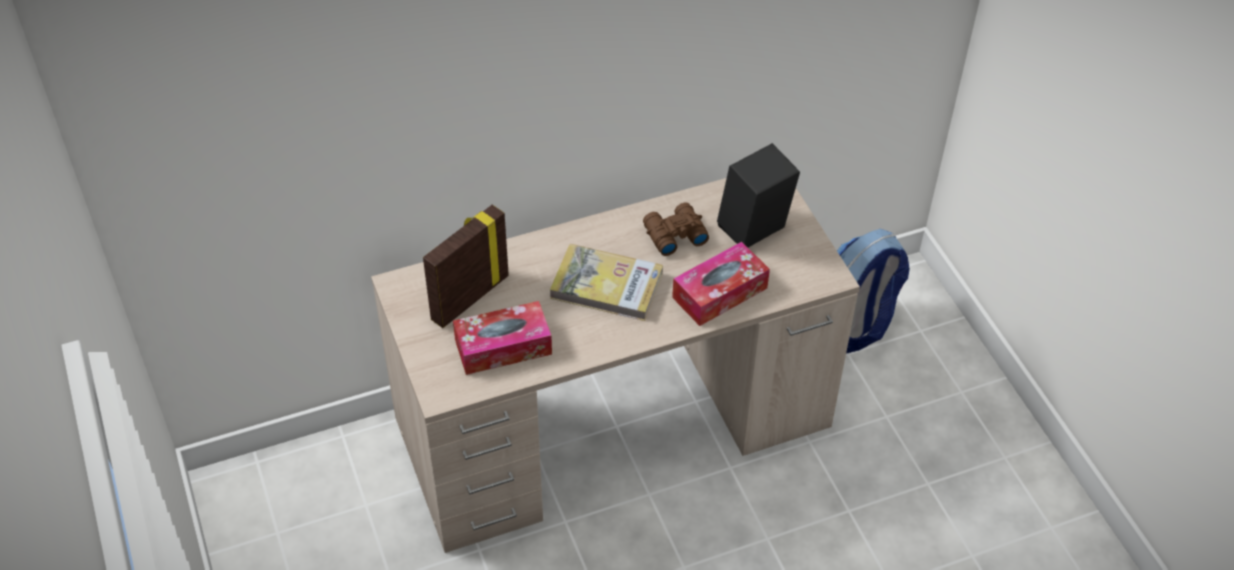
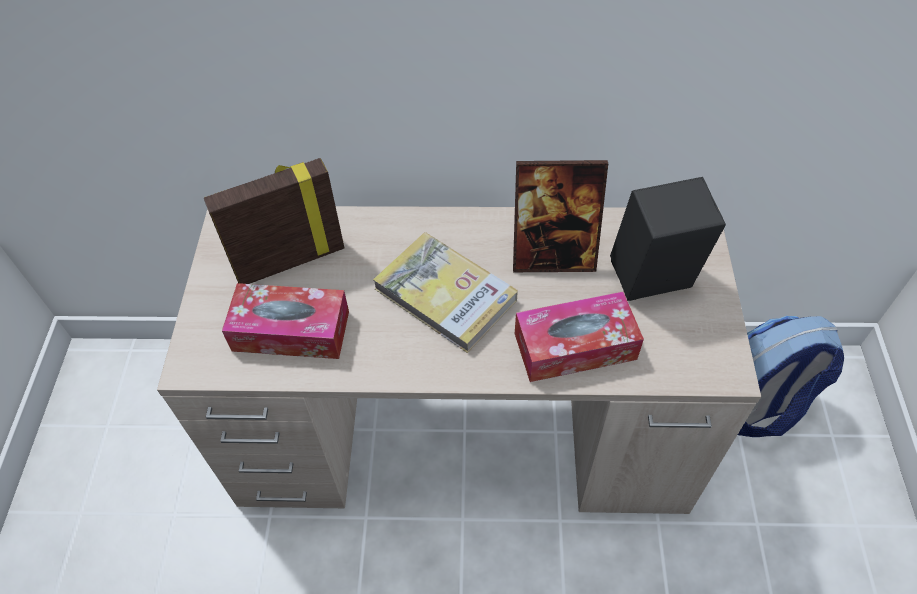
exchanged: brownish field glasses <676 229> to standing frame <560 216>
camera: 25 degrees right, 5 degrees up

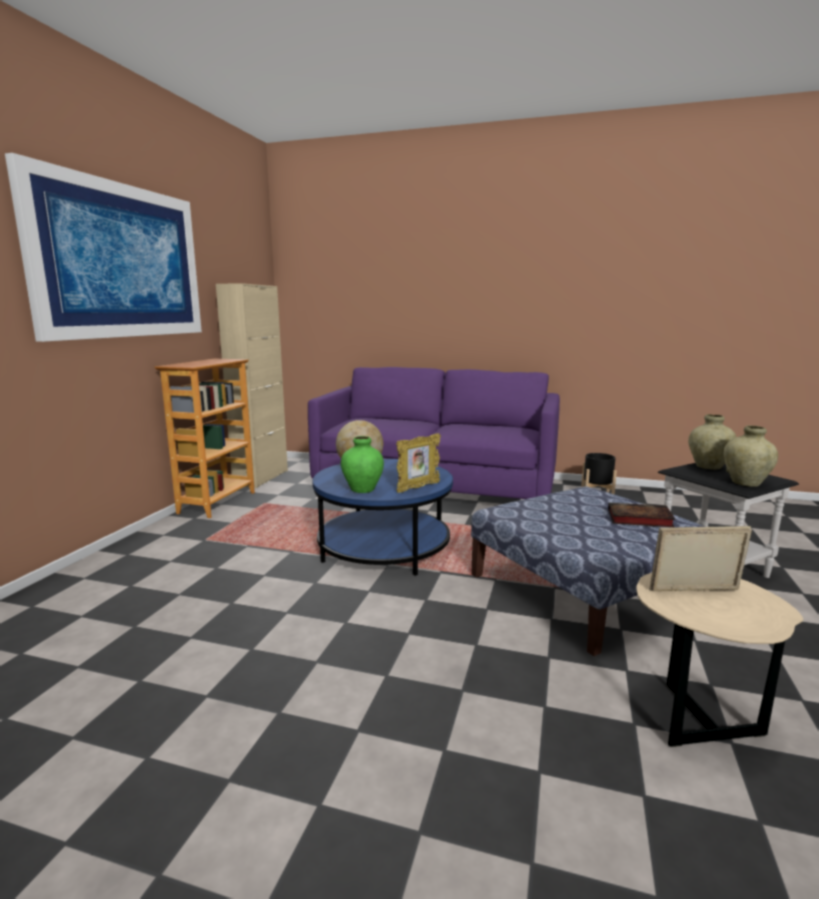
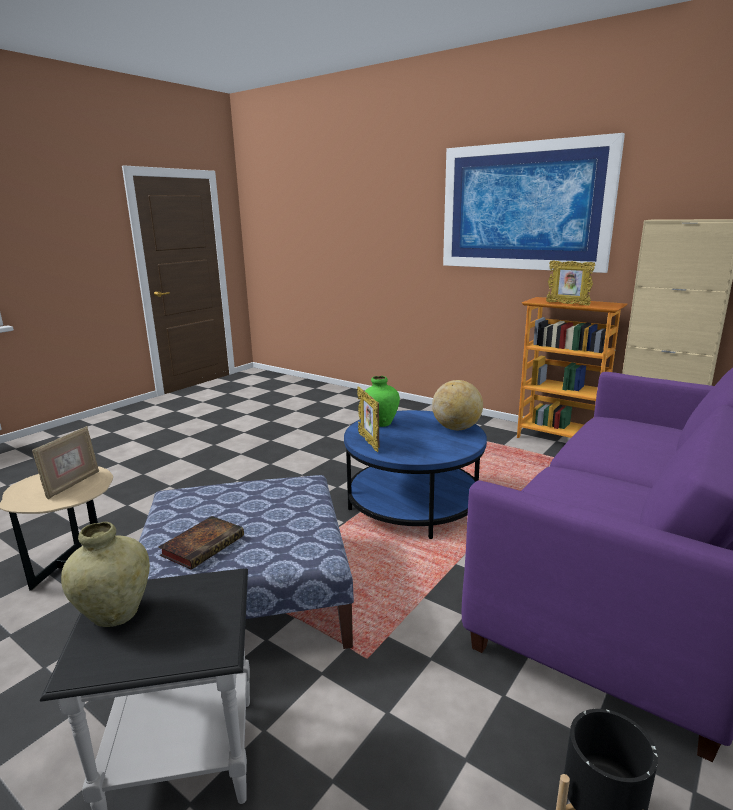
missing: sand-coloured vase <712 442>
appeared: standing frame <570 283>
camera: 110 degrees right, 5 degrees up

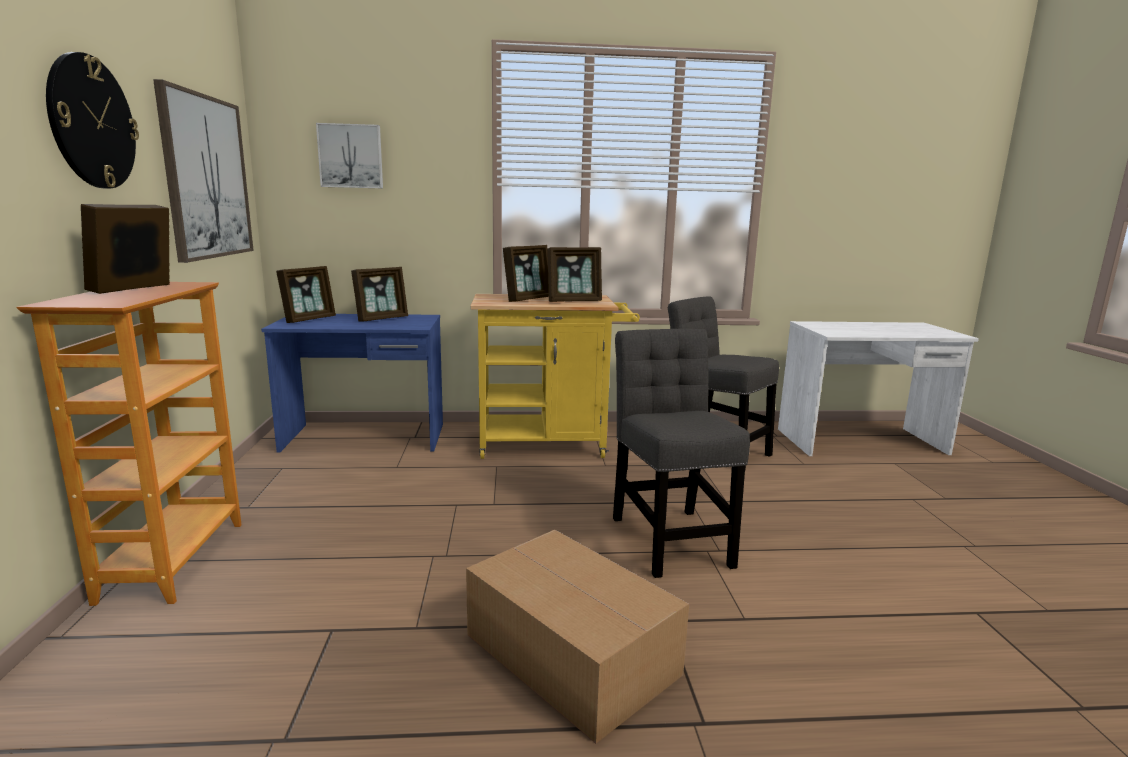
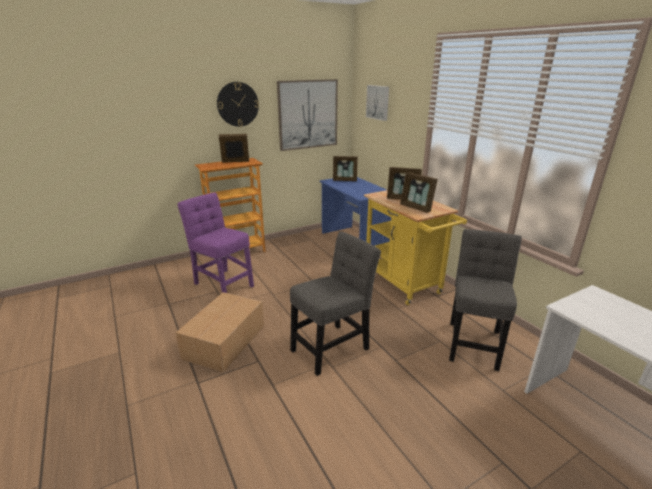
missing: standing frame <379 294>
appeared: purplish upright chair <216 242>
camera: 65 degrees right, 10 degrees up

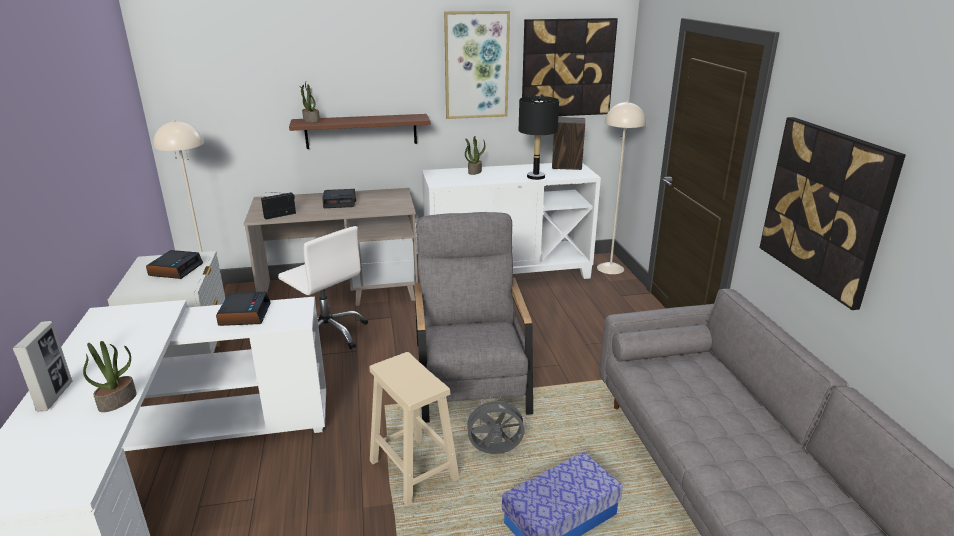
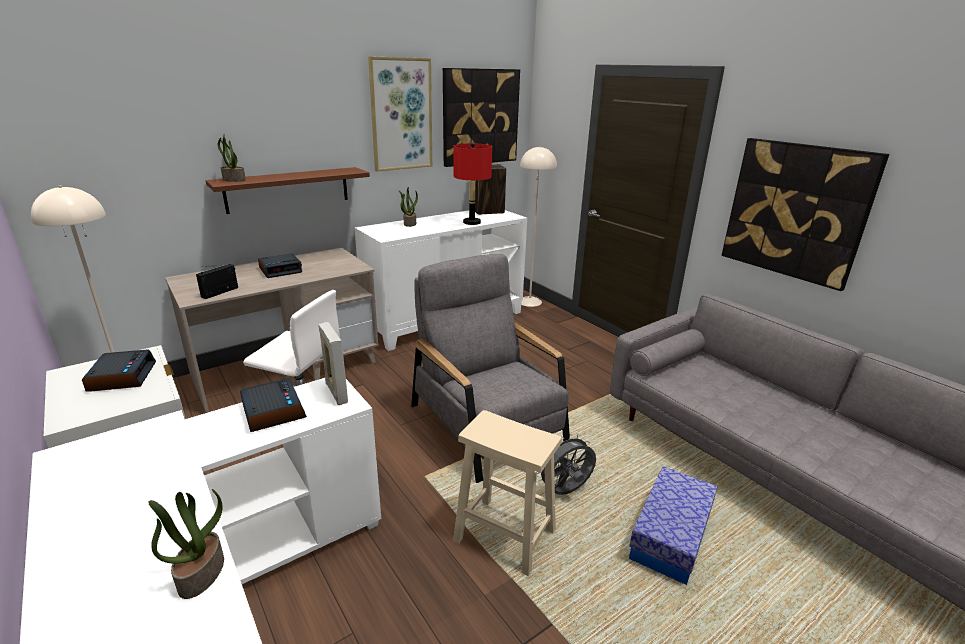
relocated: standing frame <42 366> to <333 363>
colour: black tabletop lamp <539 138> to red-coloured tabletop lamp <473 184>
camera: 25 degrees left, 0 degrees up

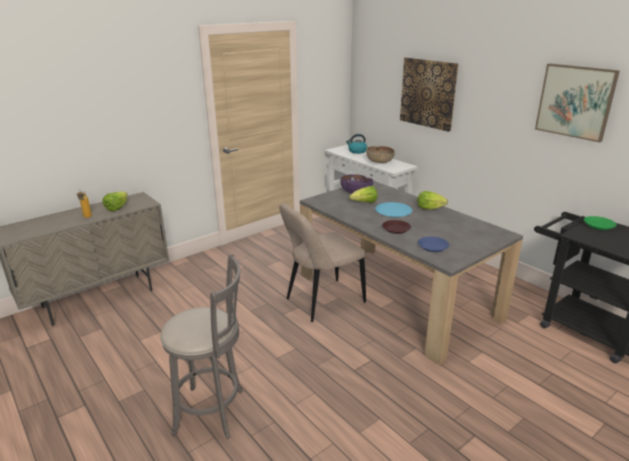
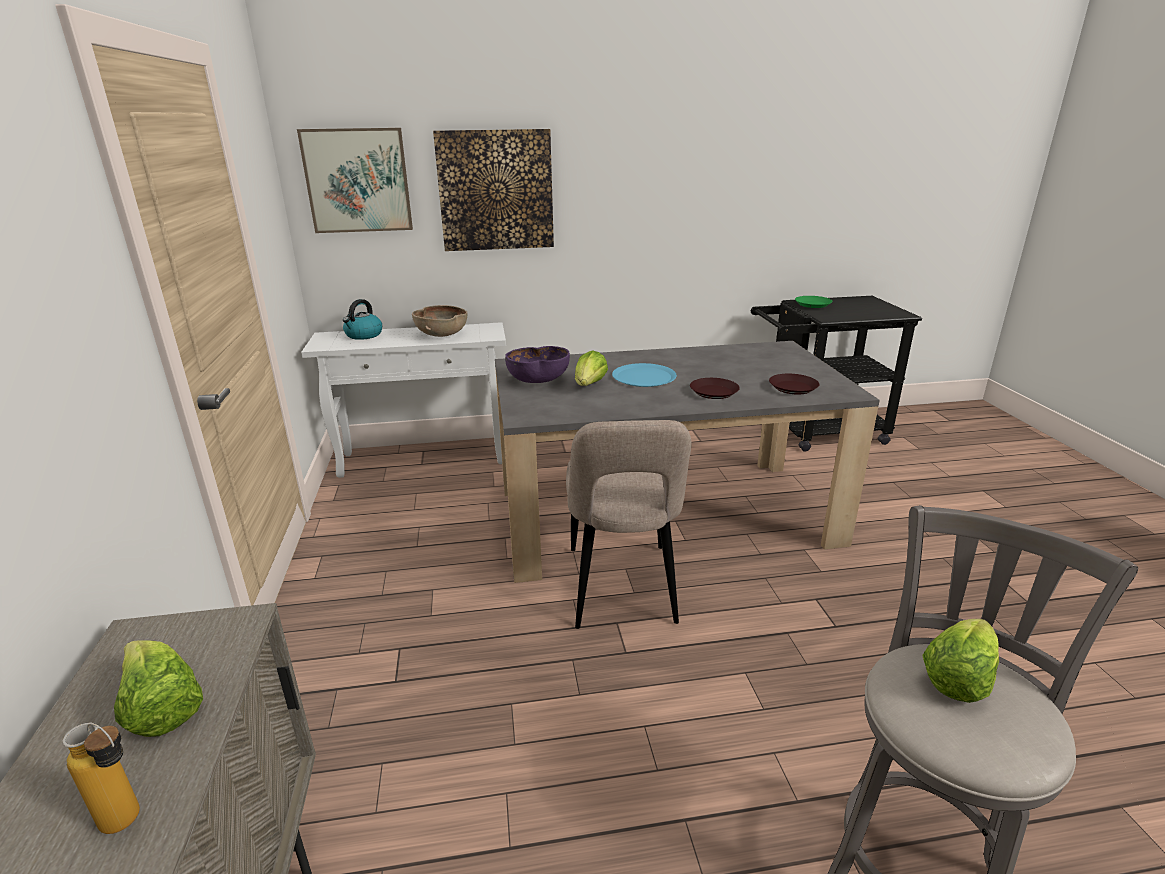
relocated: lettuce head <432 200> to <960 661>; wall art <577 103> to <355 180>
colour: blue plate <433 244> to brownish plate <794 384>
camera: 60 degrees left, 0 degrees up

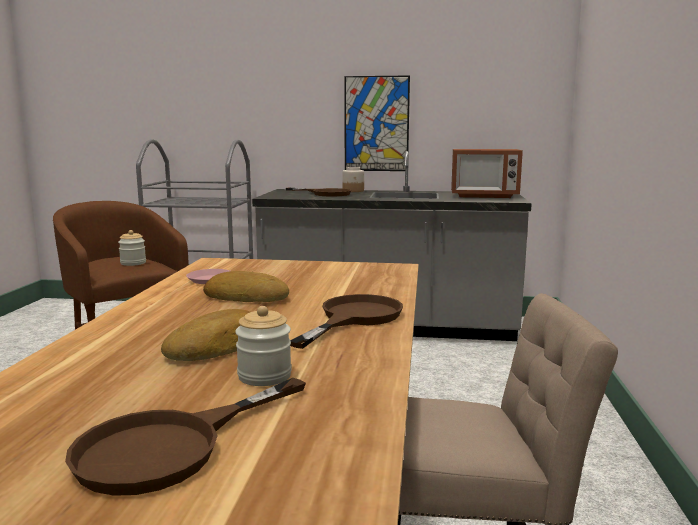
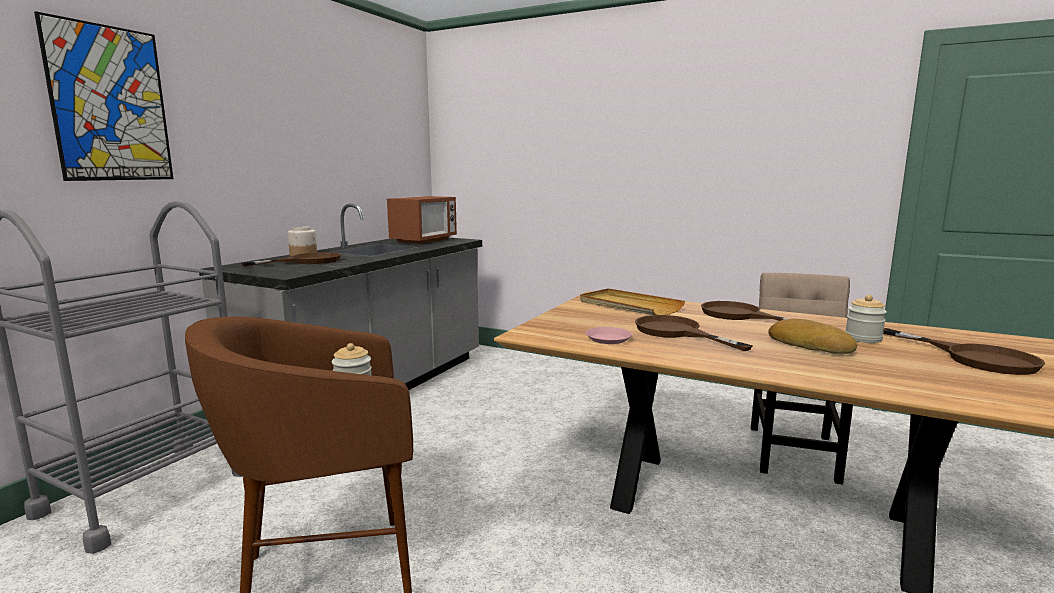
appeared: sand-coloured tray <632 301>
relocated: wall art <377 123> to <103 96>
exchanged: bread <246 286> to brownish frying pan <694 333>
camera: 70 degrees left, 0 degrees up

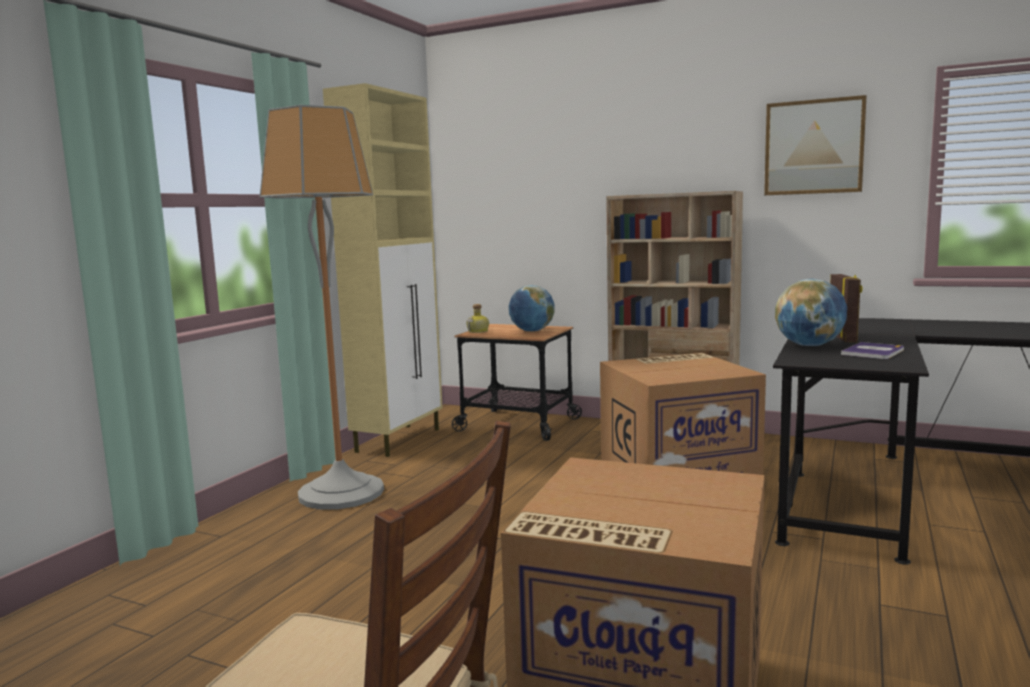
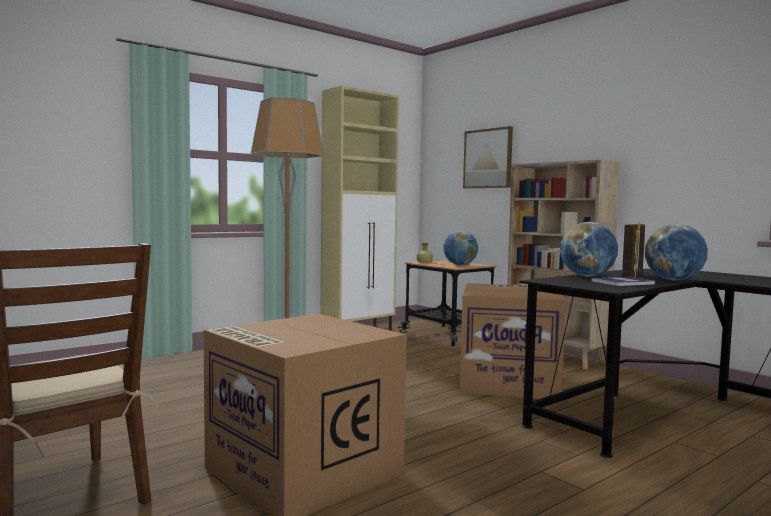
appeared: desk globe <676 252>
relocated: wall art <815 145> to <488 157>
camera: 25 degrees right, 5 degrees down

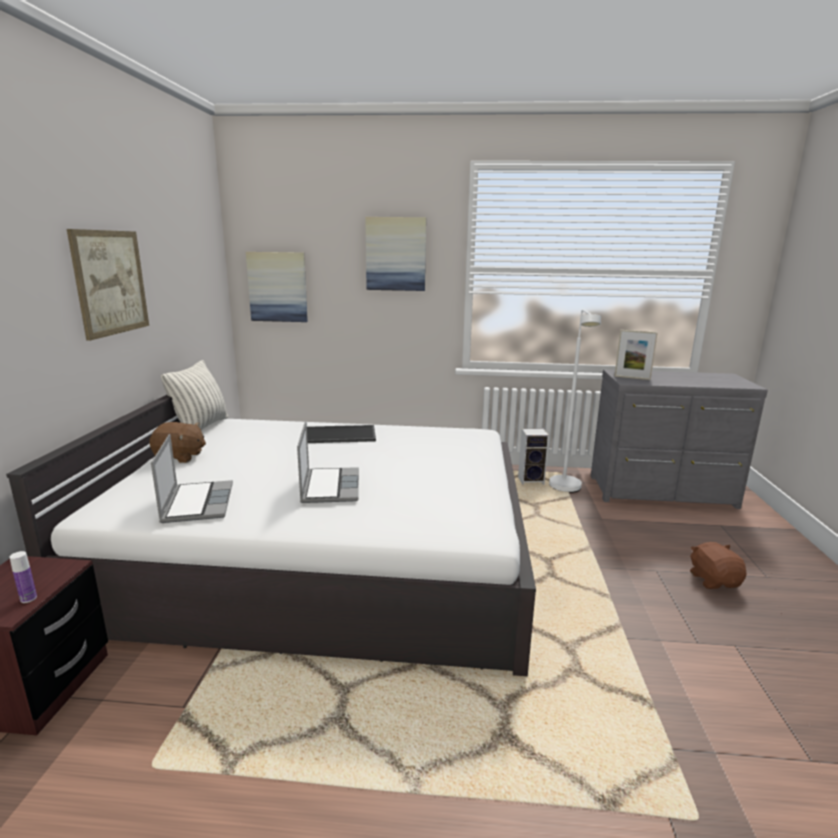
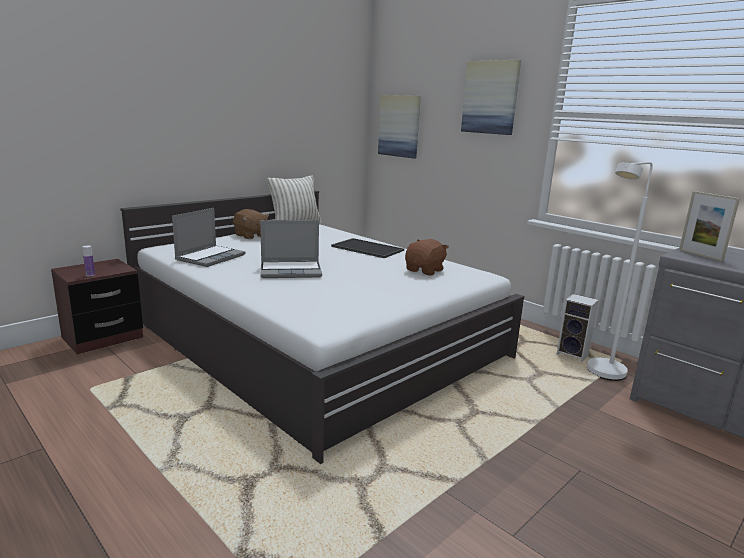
missing: wall art <108 285>
relocated: brownish plush toy <718 565> to <427 257>
spun: portable computer <328 462> = <291 249> 45 degrees clockwise
camera: 40 degrees right, 0 degrees up

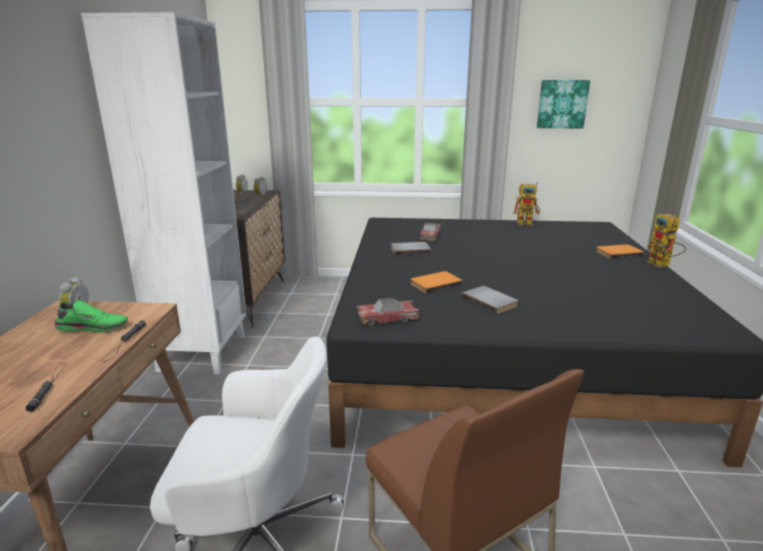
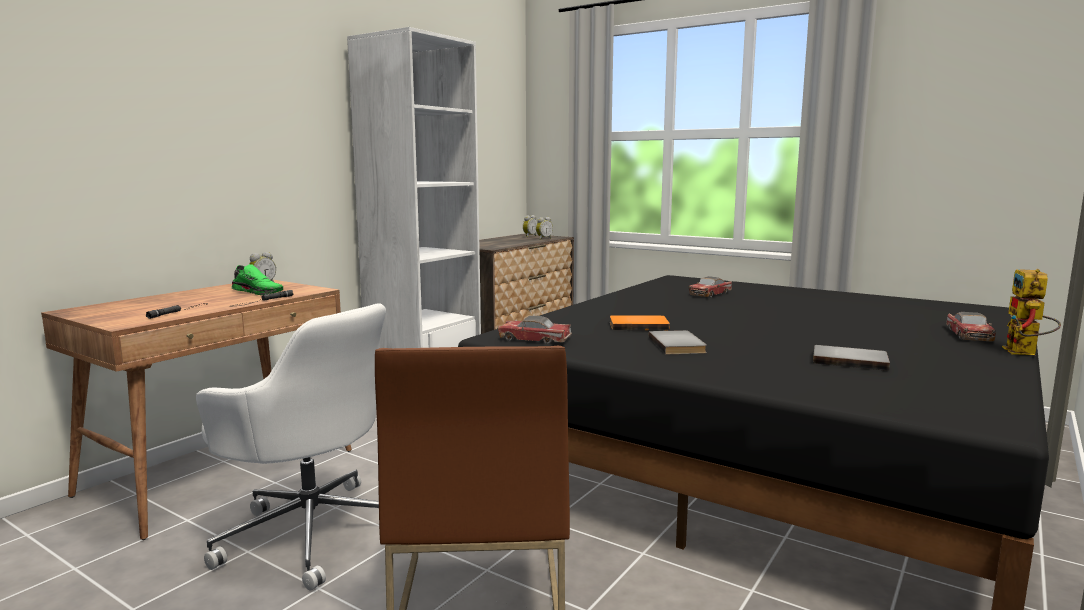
missing: toy robot <526 203>; wall art <563 104>
relocated: greyish bound book <411 248> to <851 358>
exchanged: orange bound book <620 251> to miniature car <971 326>
camera: 30 degrees right, 10 degrees down

